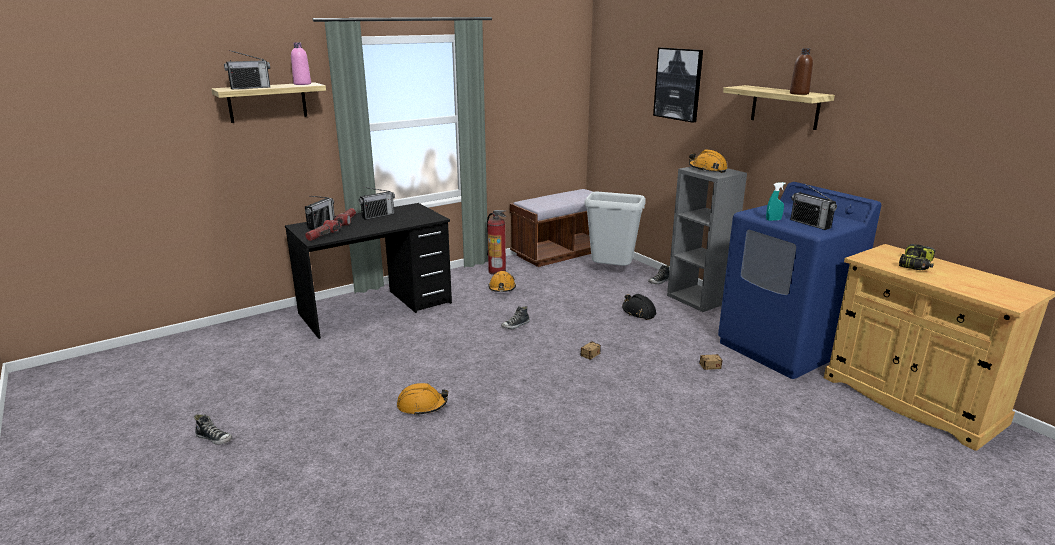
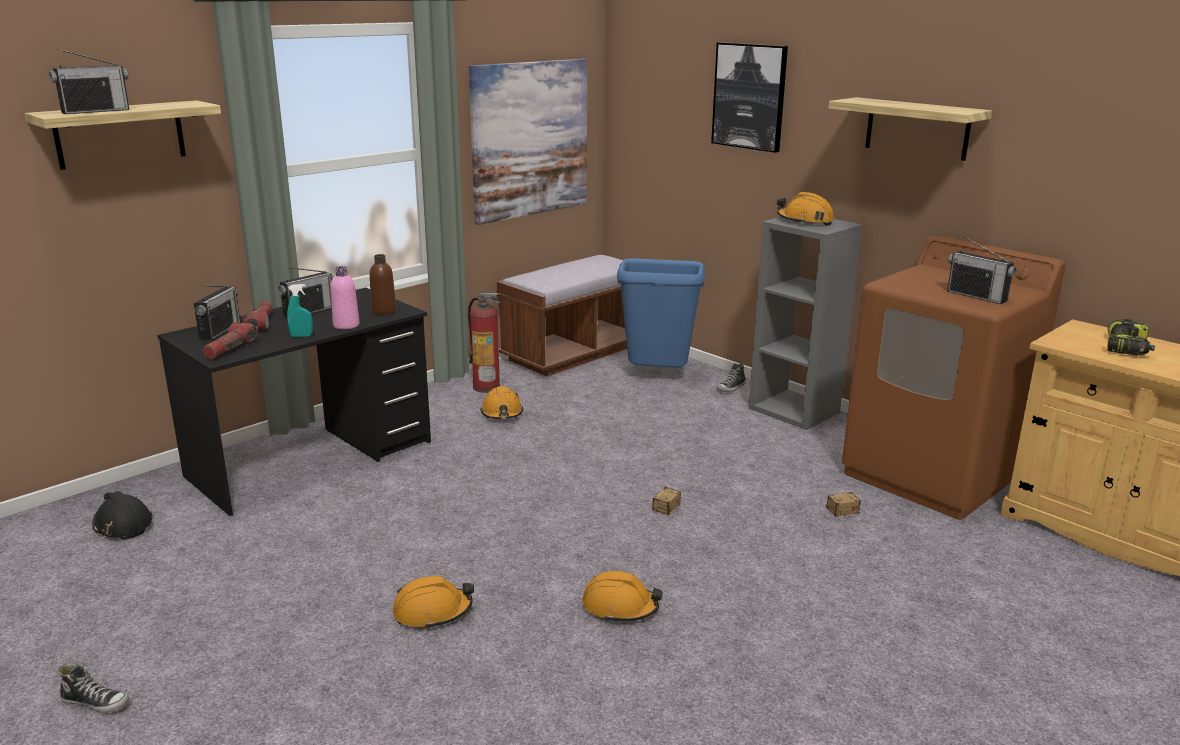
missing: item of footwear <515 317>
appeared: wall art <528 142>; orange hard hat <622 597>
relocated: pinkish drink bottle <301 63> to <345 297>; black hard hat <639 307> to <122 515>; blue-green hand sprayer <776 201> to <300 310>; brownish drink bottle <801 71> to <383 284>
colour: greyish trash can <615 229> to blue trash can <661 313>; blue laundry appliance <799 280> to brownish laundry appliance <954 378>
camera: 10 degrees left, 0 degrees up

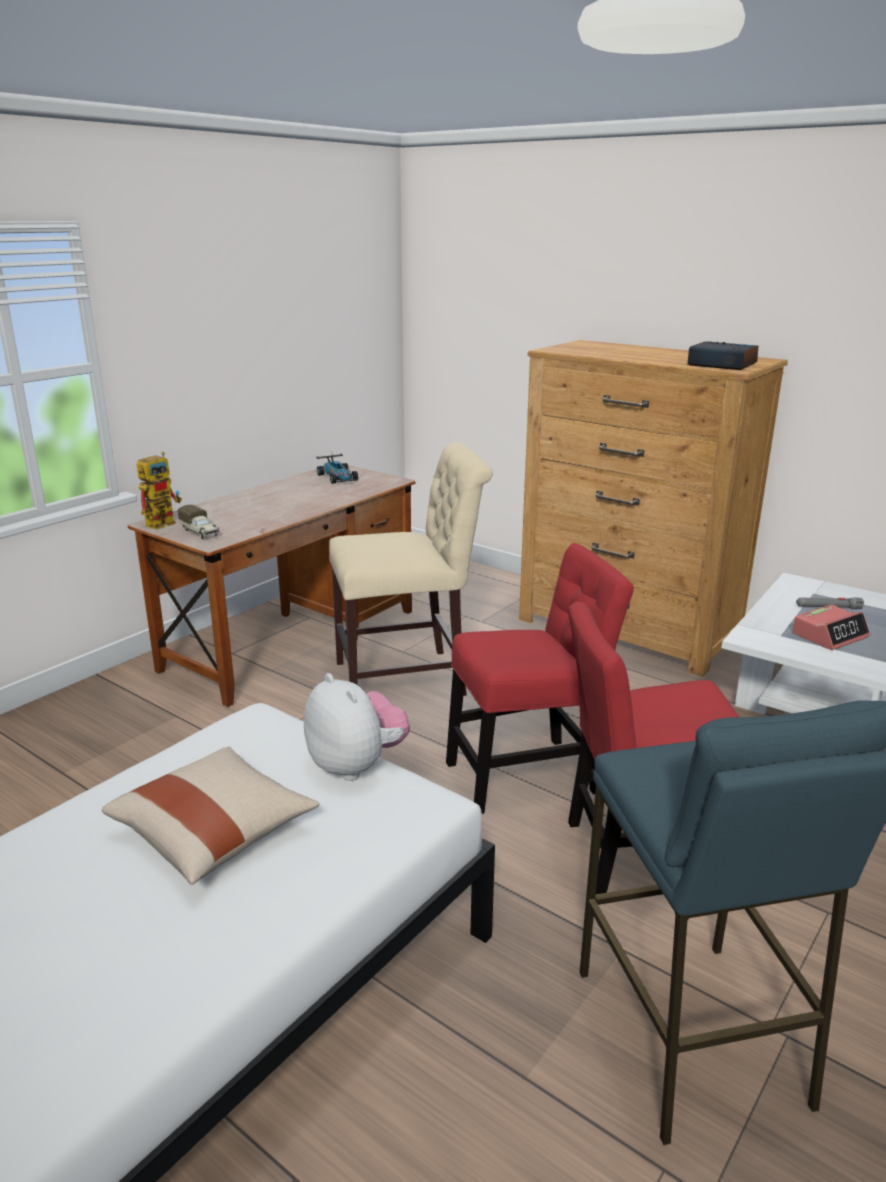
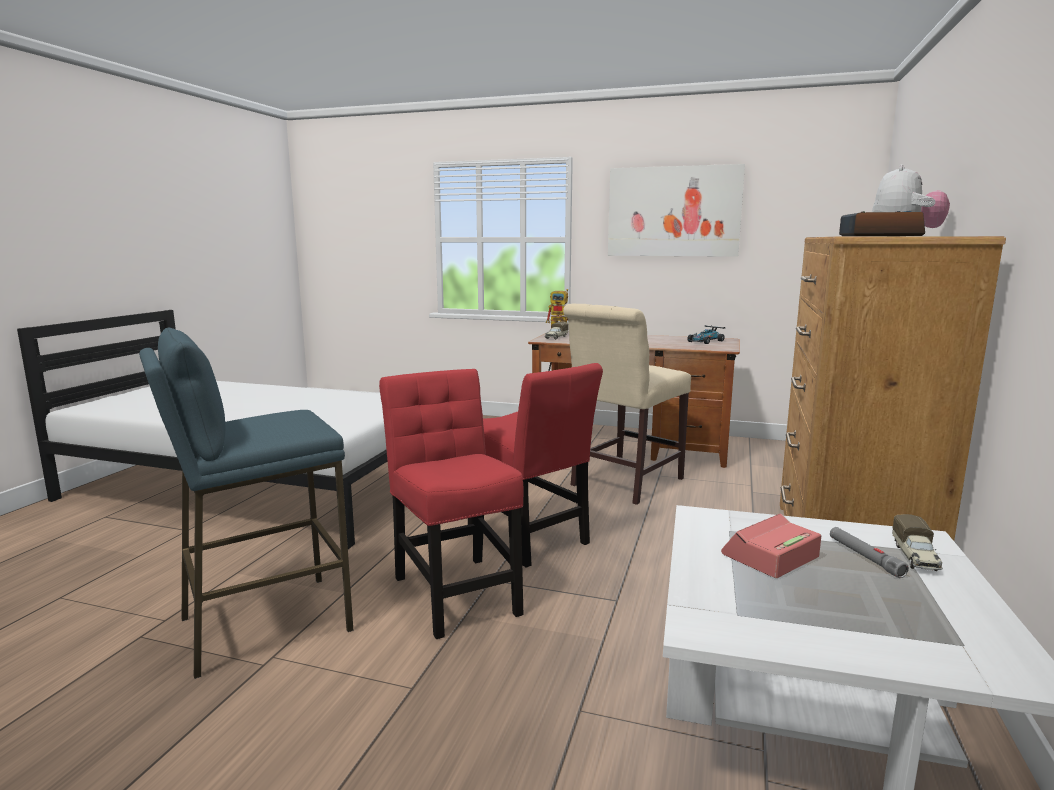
missing: sand-coloured cushion <210 816>
appeared: wall art <676 210>; toy lorry <917 542>
relocated: plush toy <357 727> to <911 196>
spun: sand-coloured upright chair <411 569> = <627 404> 75 degrees clockwise; bedside clock <831 627> = <771 545> 105 degrees clockwise
camera: 70 degrees right, 10 degrees down

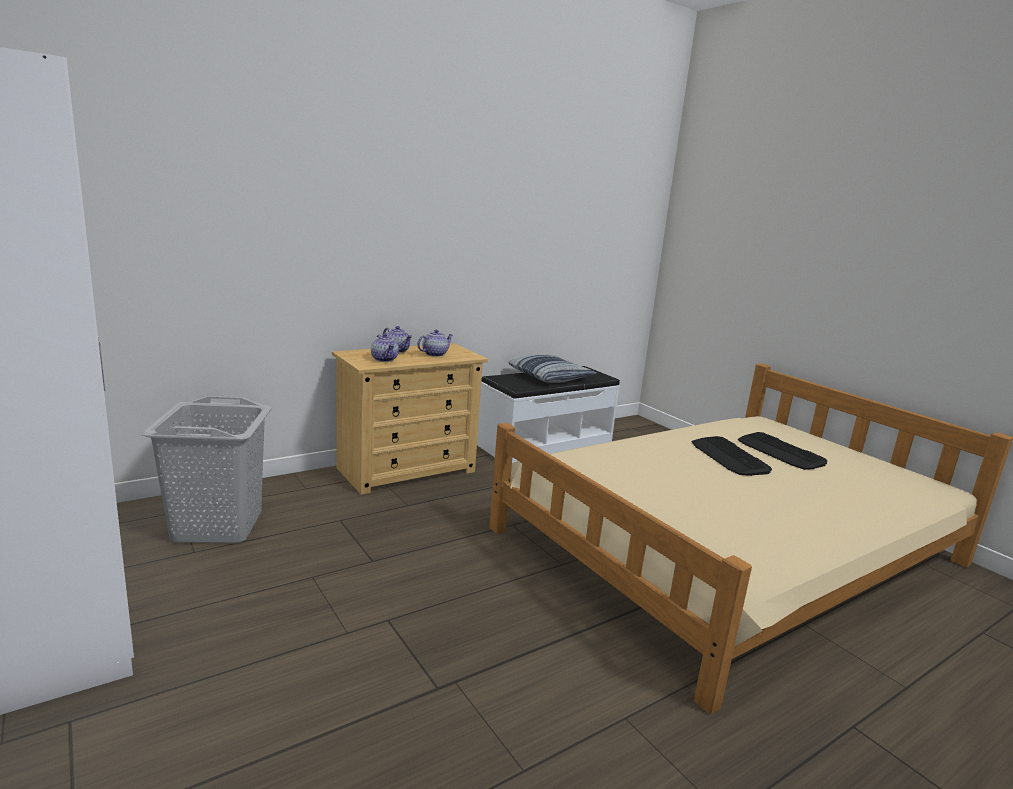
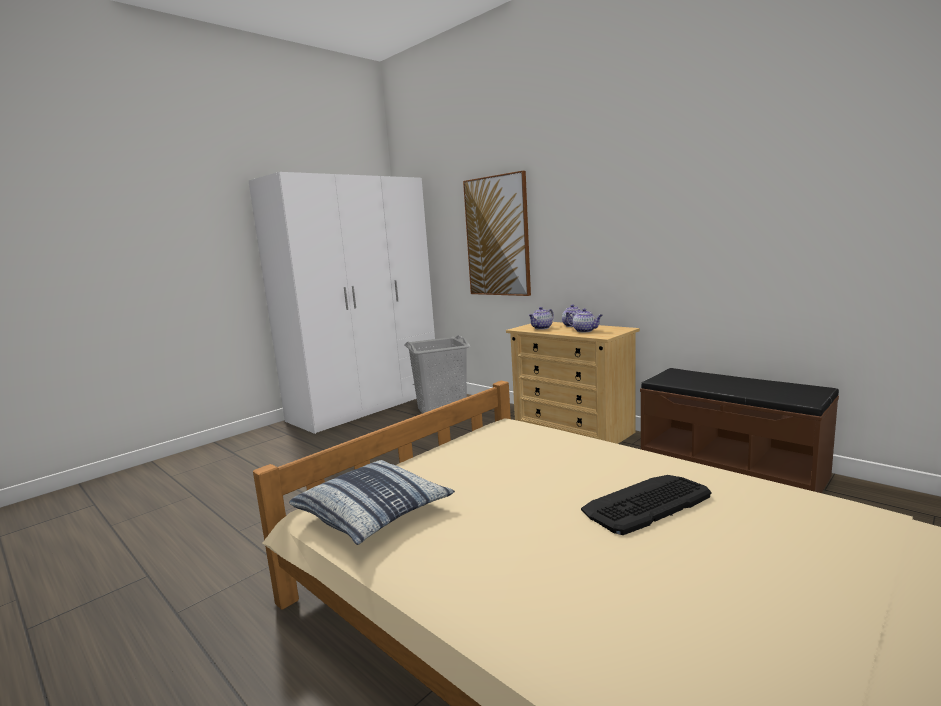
missing: PC keyboard <782 451>
appeared: wall art <497 233>
relocated: cushion <553 369> to <372 502>
colour: white-coloured long seat <548 414> to brownish long seat <739 430>
camera: 80 degrees right, 5 degrees down

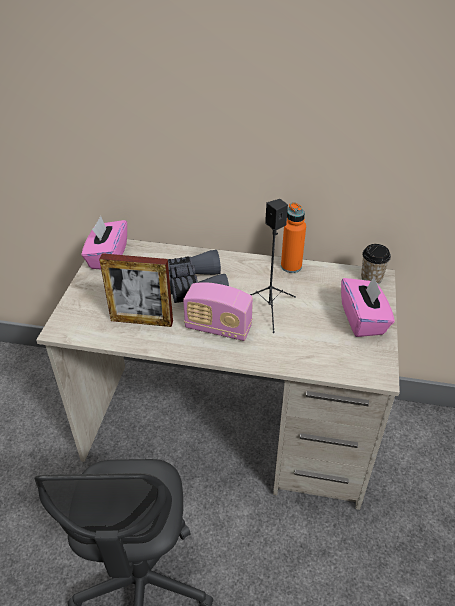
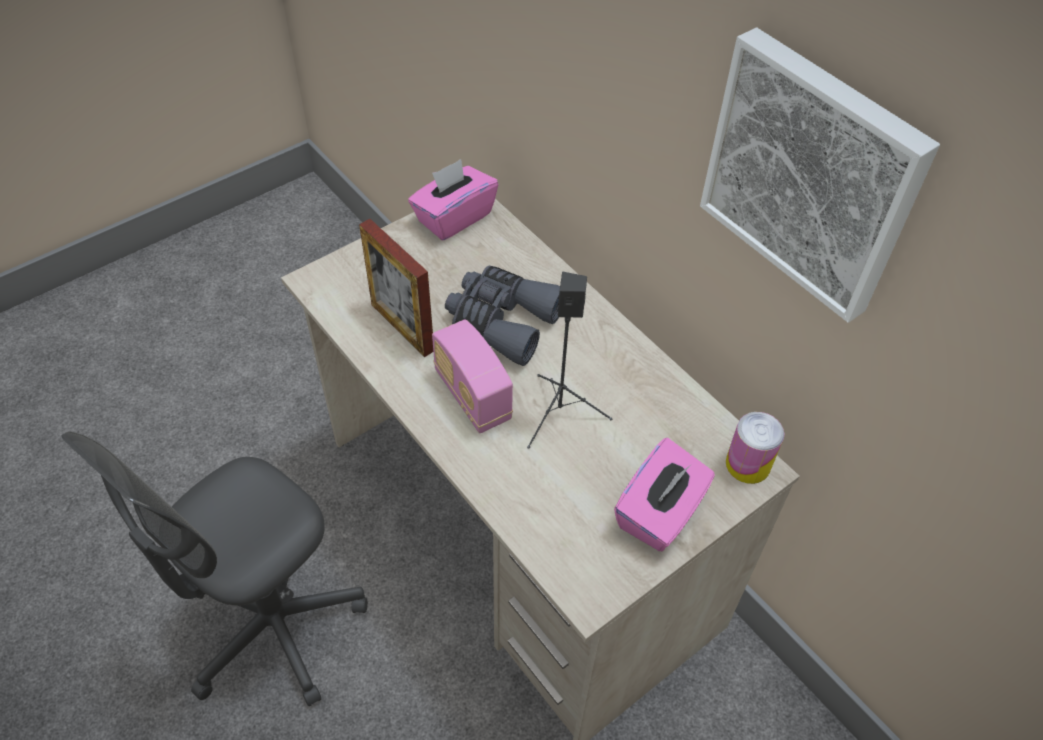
missing: orange drink bottle <293 237>
appeared: wall art <820 175>
exchanged: cup <376 264> to metal can <755 448>
camera: 40 degrees right, 10 degrees up

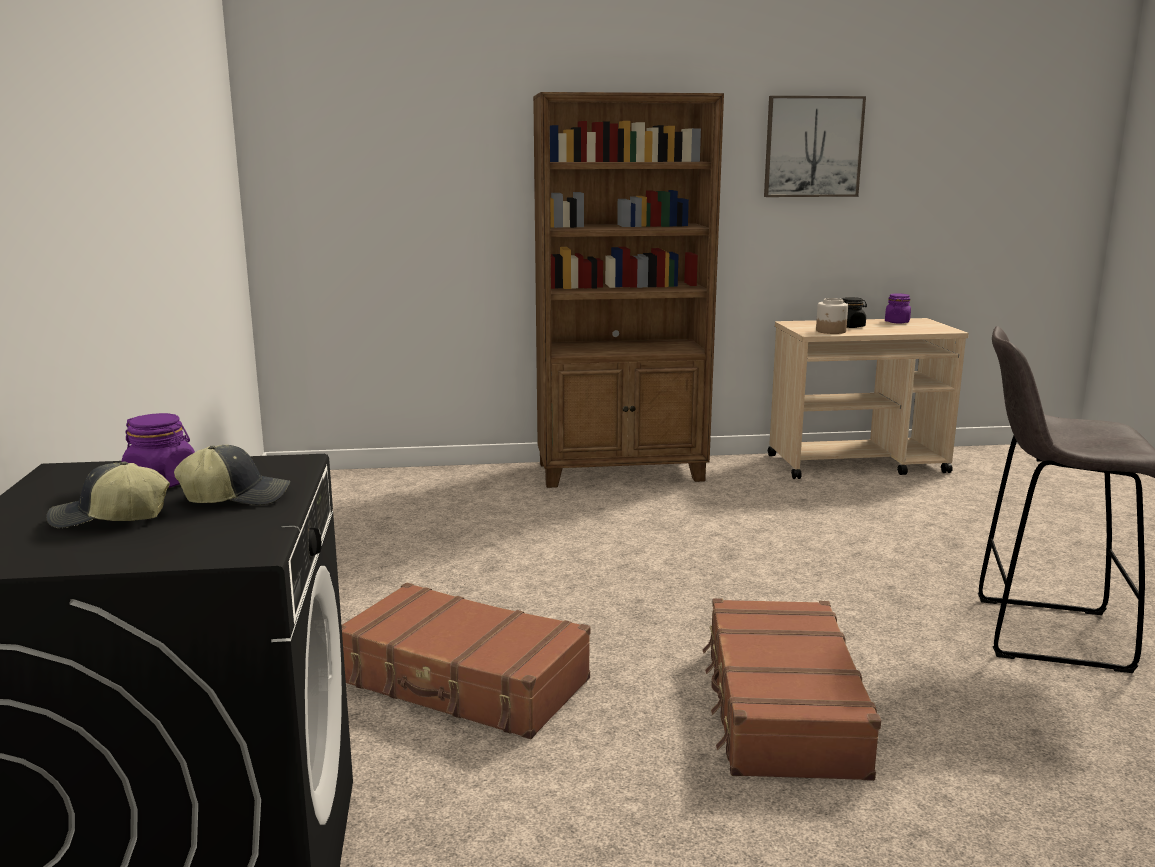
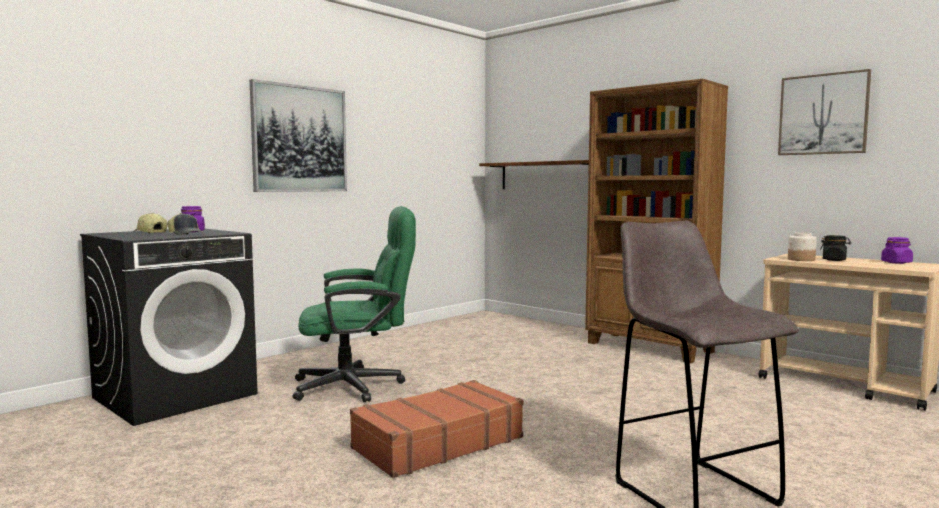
appeared: wall art <298 135>; brownish bracket shelf <534 174>
exchanged: brownish travel case <466 661> to green desk chair <354 304>
camera: 50 degrees right, 10 degrees down

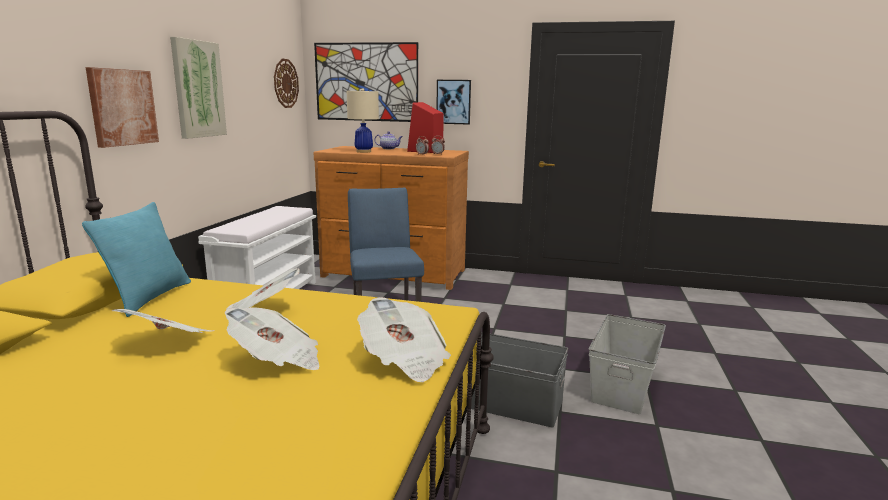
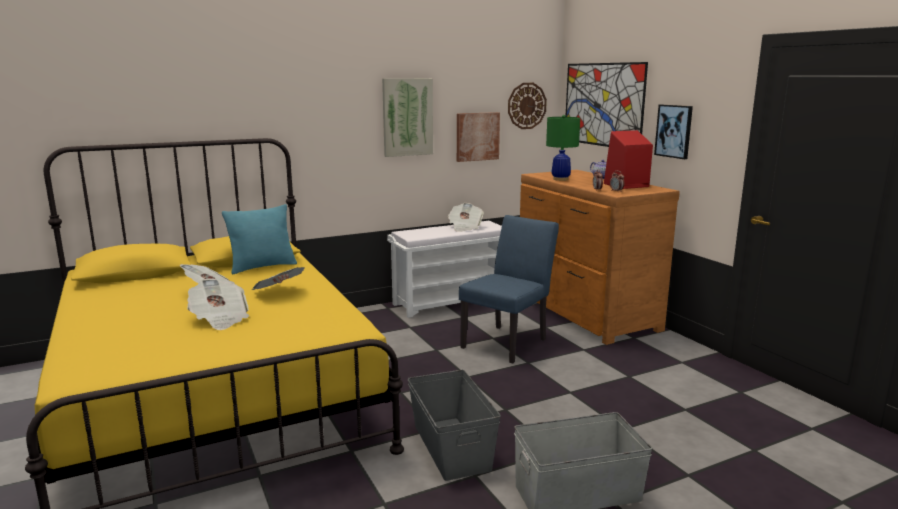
relocated: wall art <122 107> to <478 137>; printed paper <404 339> to <466 217>
colour: sand-coloured tabletop lamp <363 120> to green tabletop lamp <563 148>
camera: 50 degrees right, 0 degrees up

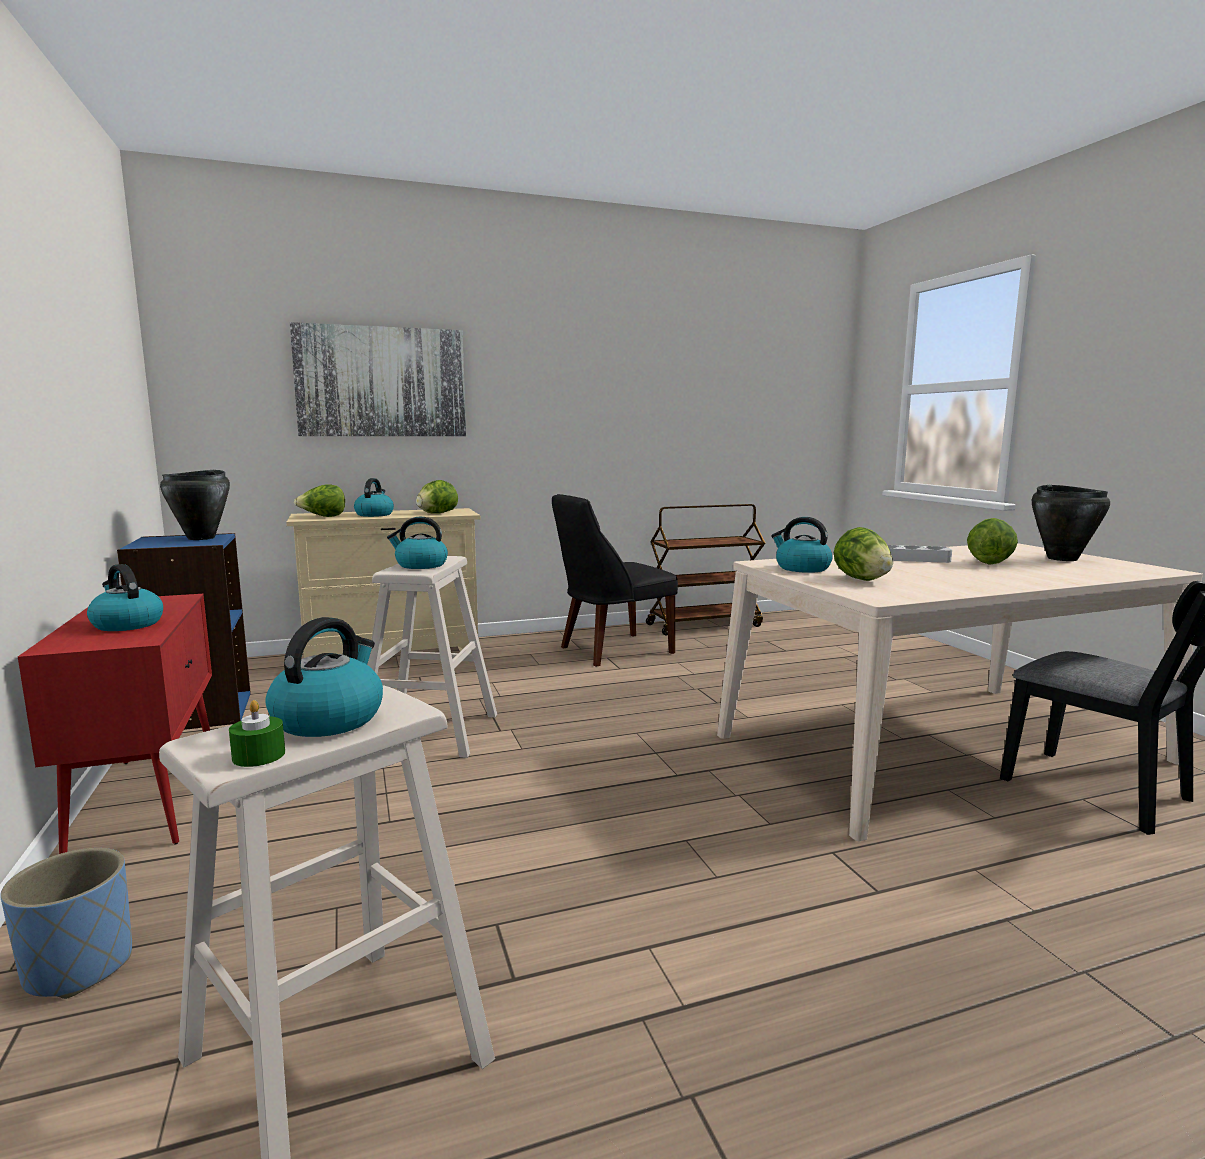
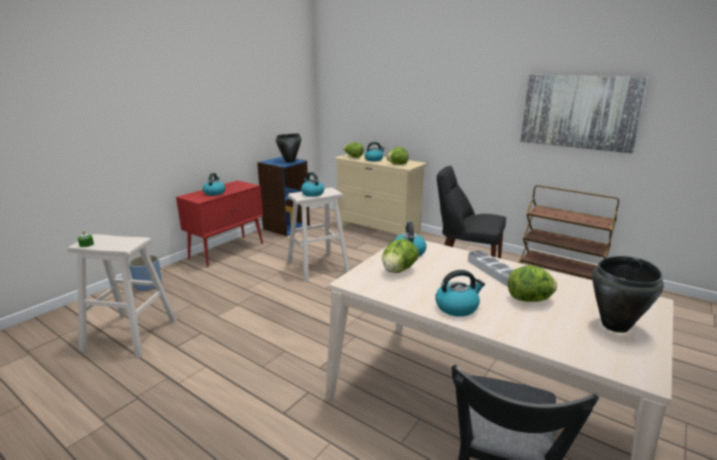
relocated: water kettle <324 677> to <460 293>; wall art <378 379> to <585 114>
camera: 55 degrees right, 10 degrees up

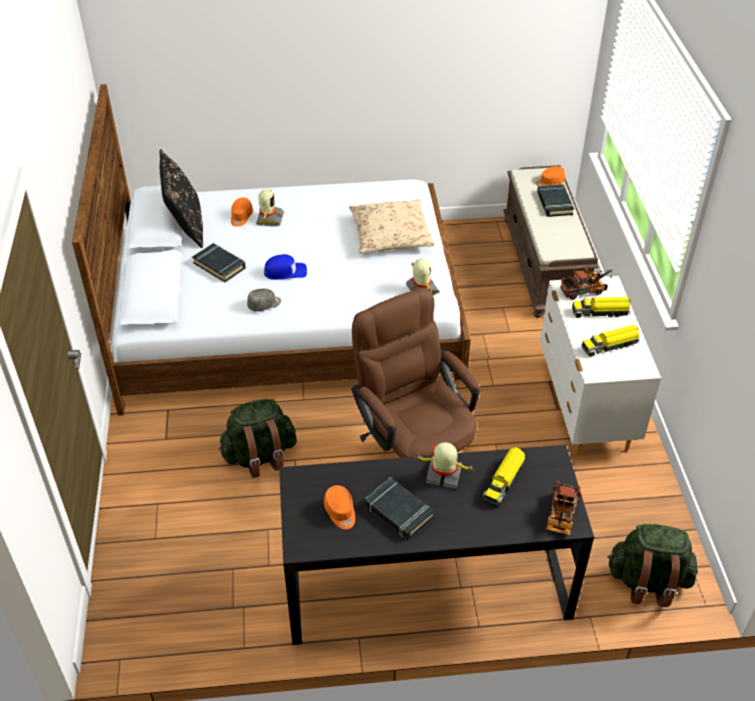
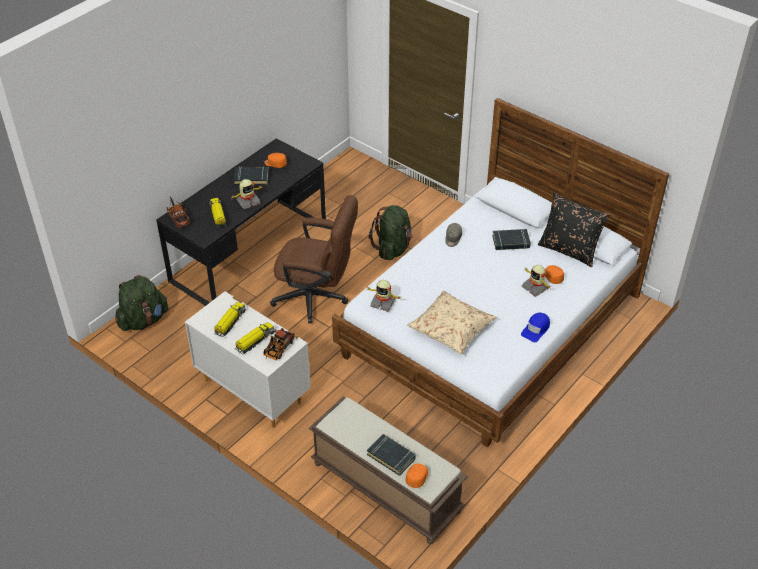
relocated: blue peaked cap <285 267> to <535 327>
camera: 135 degrees right, 0 degrees up

